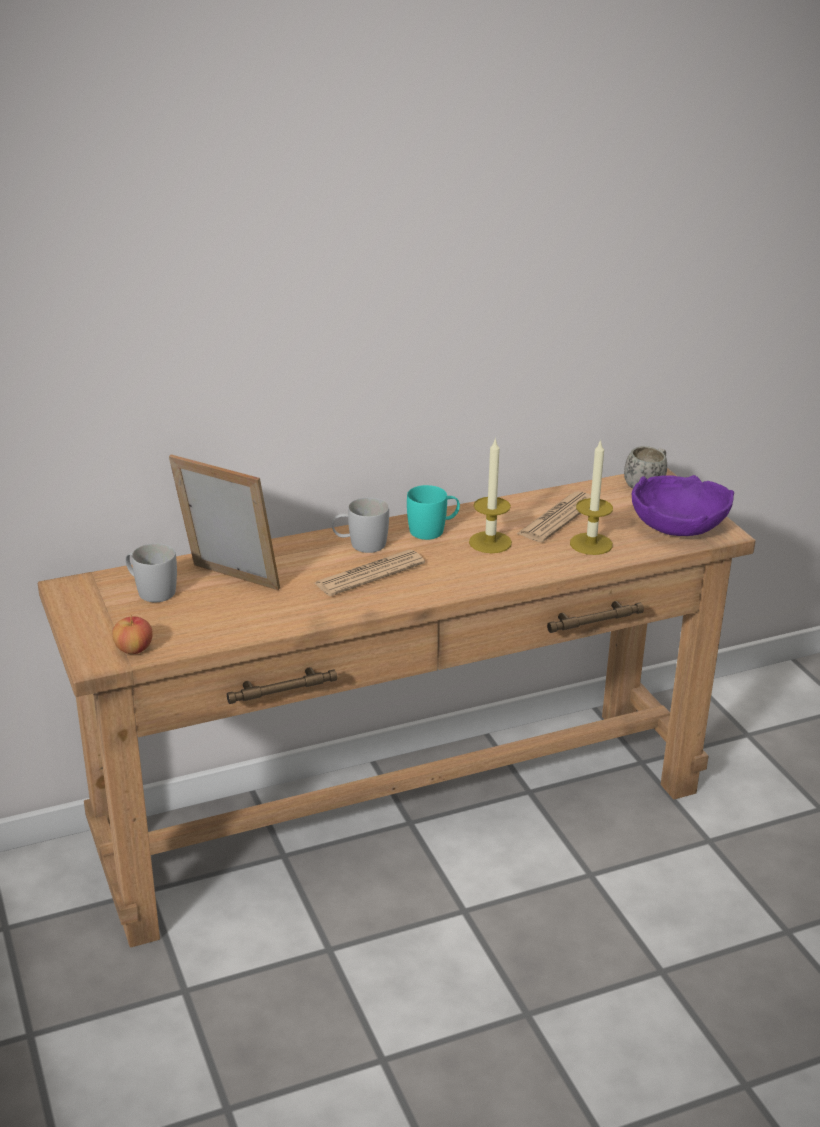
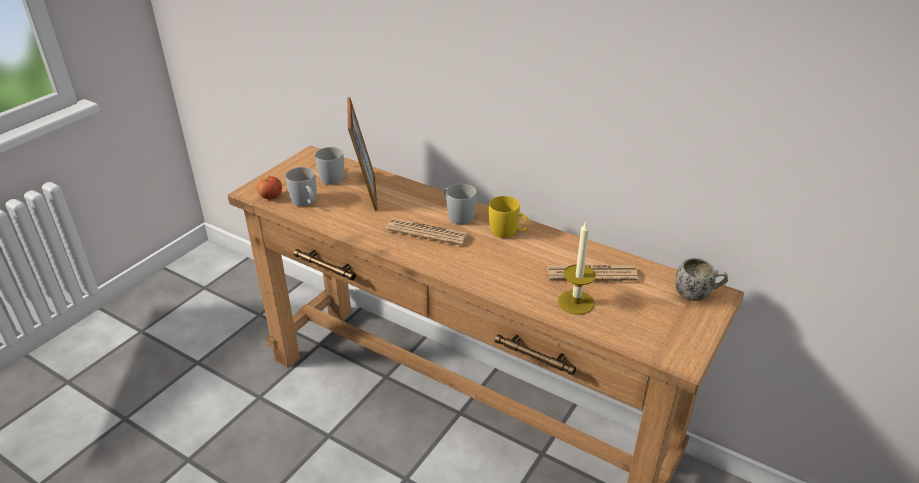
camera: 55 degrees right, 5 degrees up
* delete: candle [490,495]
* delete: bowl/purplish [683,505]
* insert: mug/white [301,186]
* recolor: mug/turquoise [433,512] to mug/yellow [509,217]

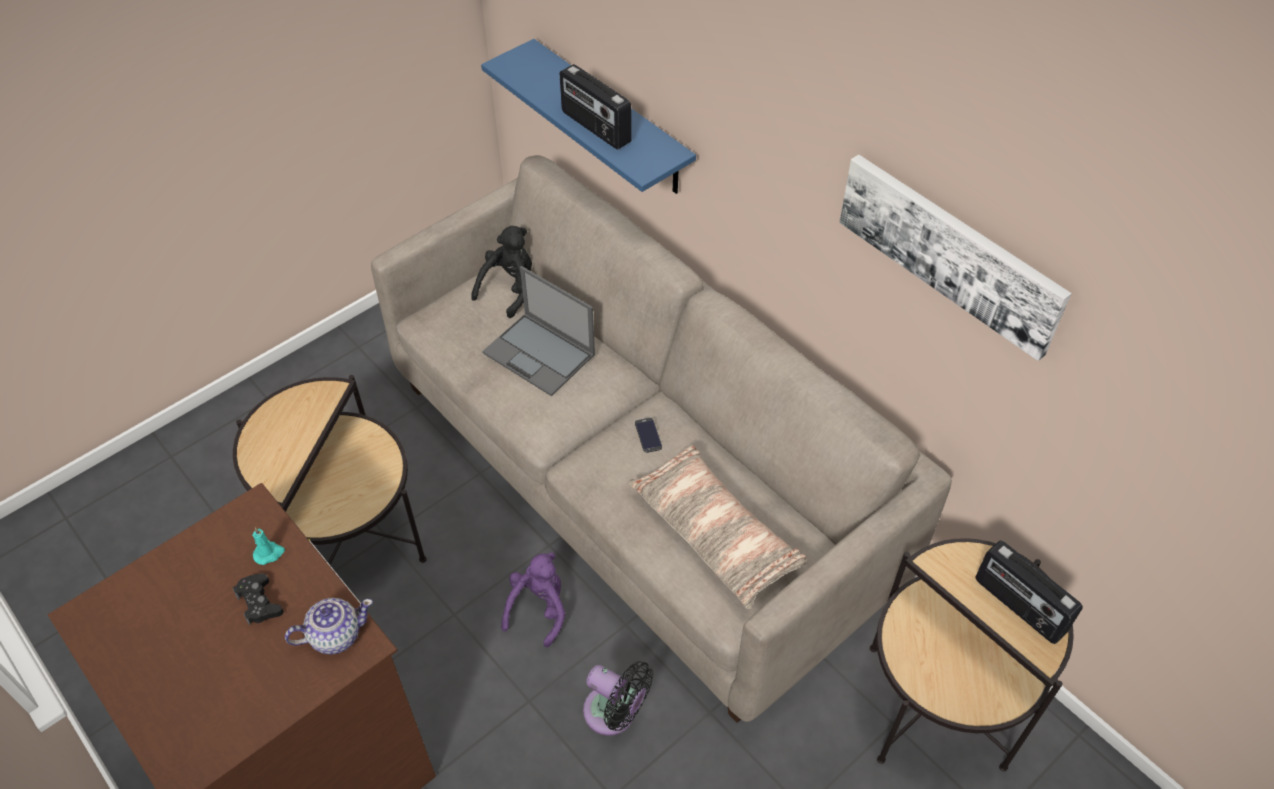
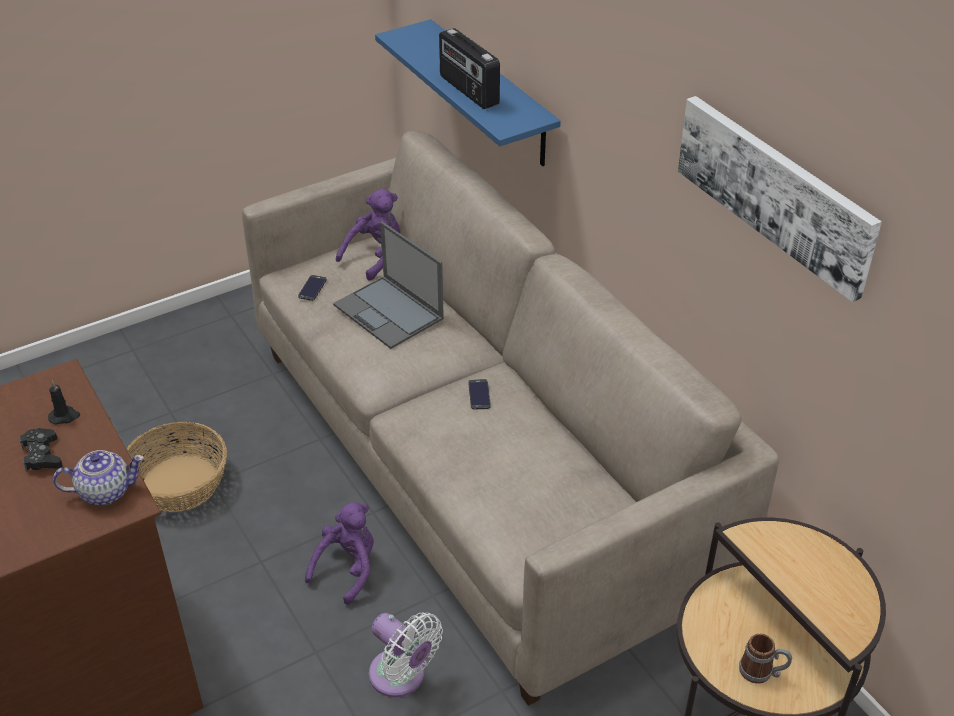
camera: 10 degrees right, 10 degrees down
* delete: cushion [717,527]
* delete: radio receiver [1029,592]
* insert: handset [312,288]
* insert: mug [765,659]
* replace: side table [330,469] to storage basket [177,467]
* recolor: candle/turquoise [268,546] to candle/black [64,402]
* recolor: plush toy/black [501,272] to plush toy/purplish [368,235]
* recolor: fan/black [618,698] to fan/white [406,655]

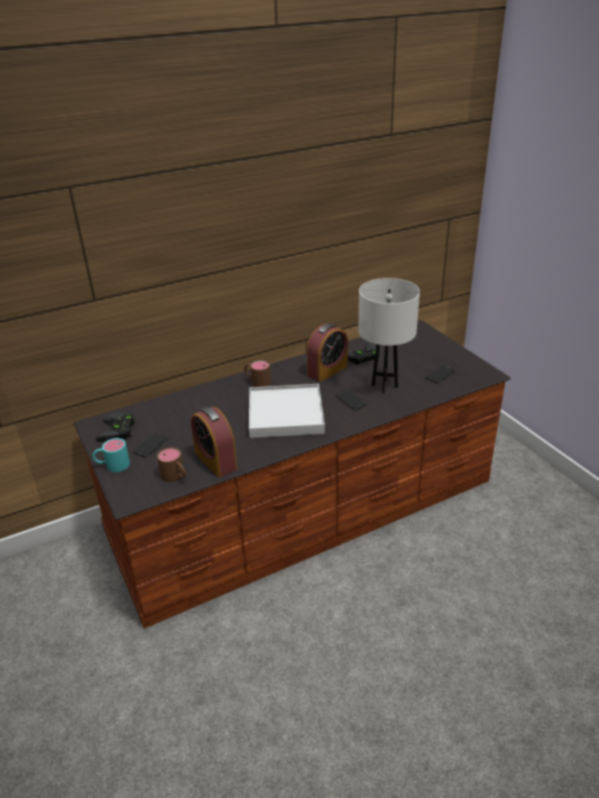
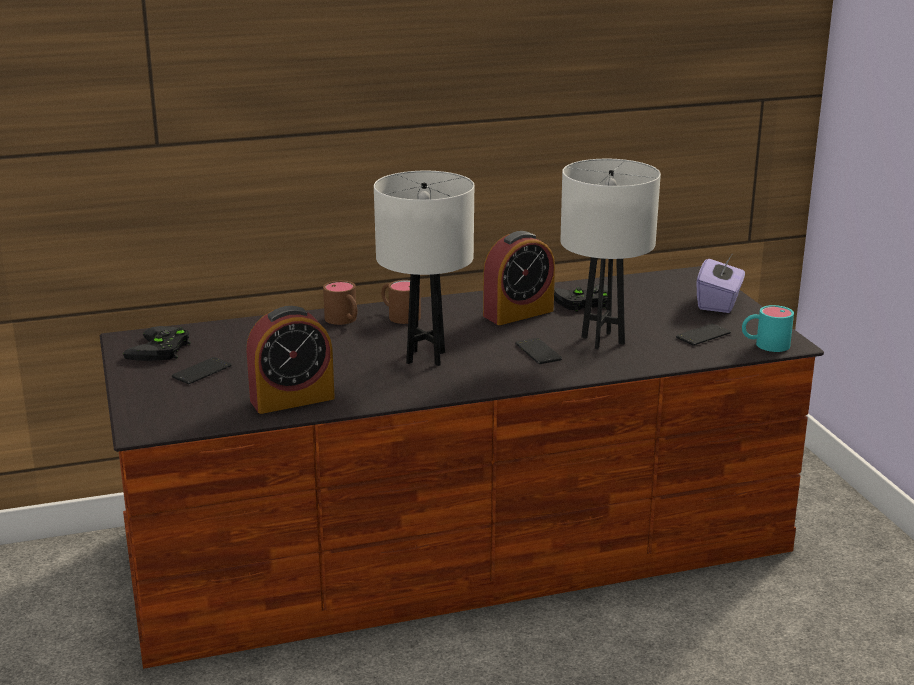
camera: 10 degrees right, 10 degrees down
* insert: tissue box/purplish [720,283]
* move: mug/turquoise [111,455] to [768,328]
* move: mug/brownish [171,464] to [340,303]
* replace: tray/white [287,411] to tabletop lamp/white [424,268]
* rotate: table clock [214,442] = [290,360] 90 degrees counterclockwise

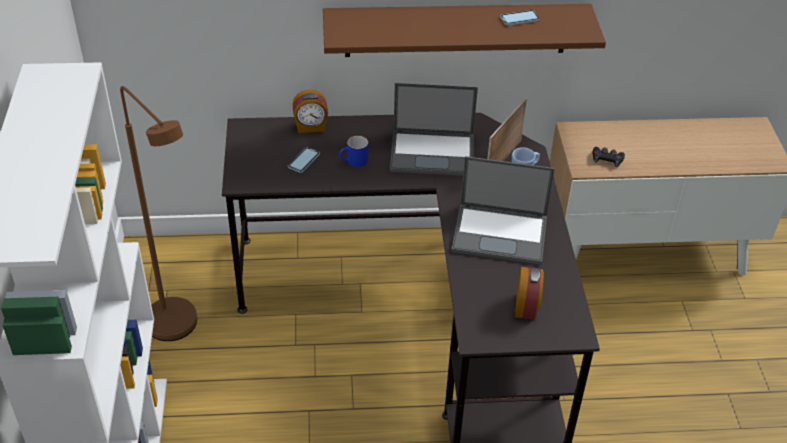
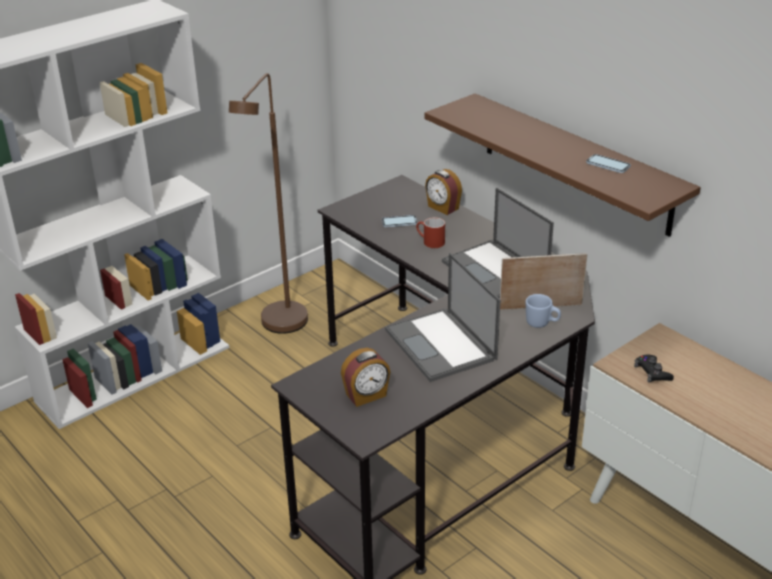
camera: 55 degrees right, 10 degrees down
* recolor: mug/bluish [353,151] to mug/red [430,232]

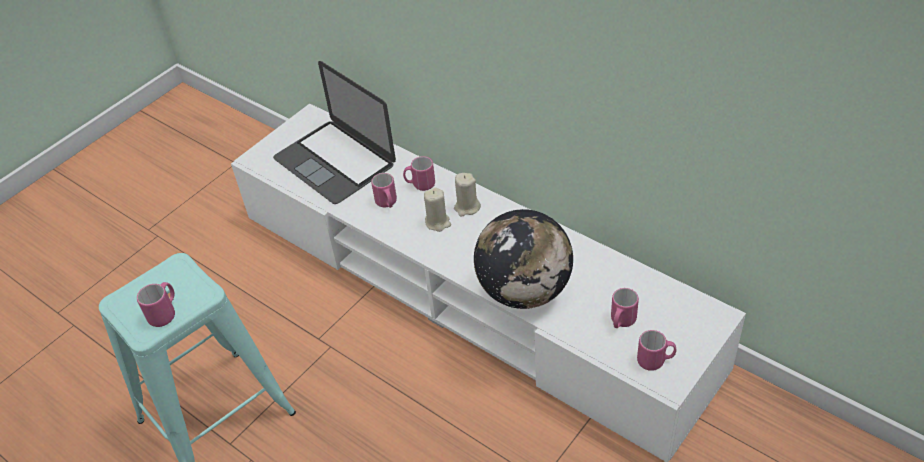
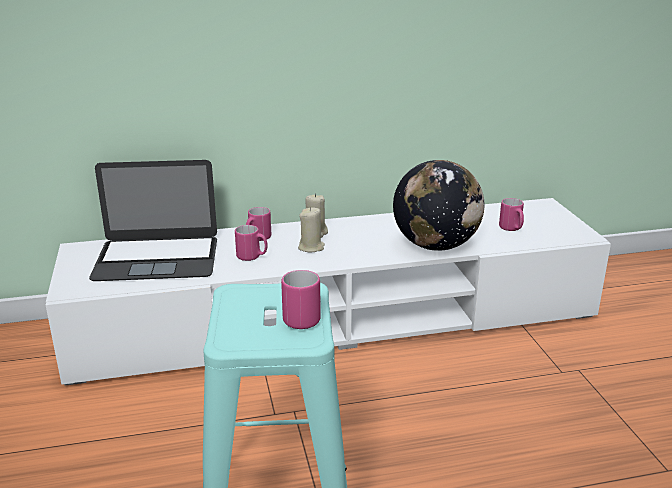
camera: 55 degrees left, 20 degrees down
* delete: mug/pinkish [656,350]

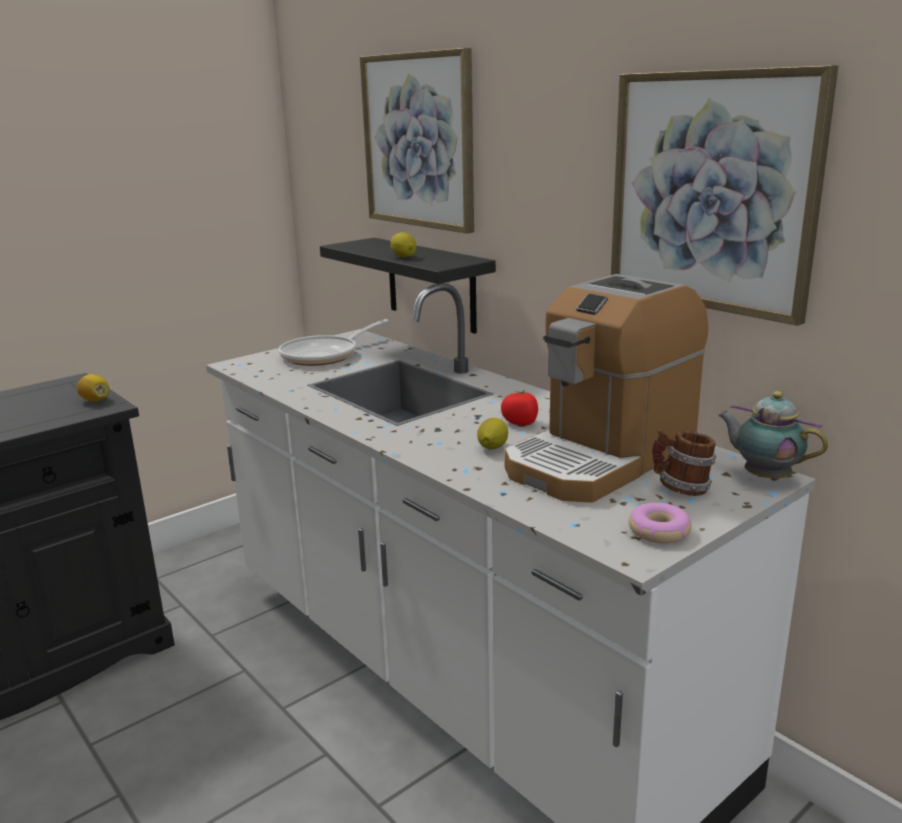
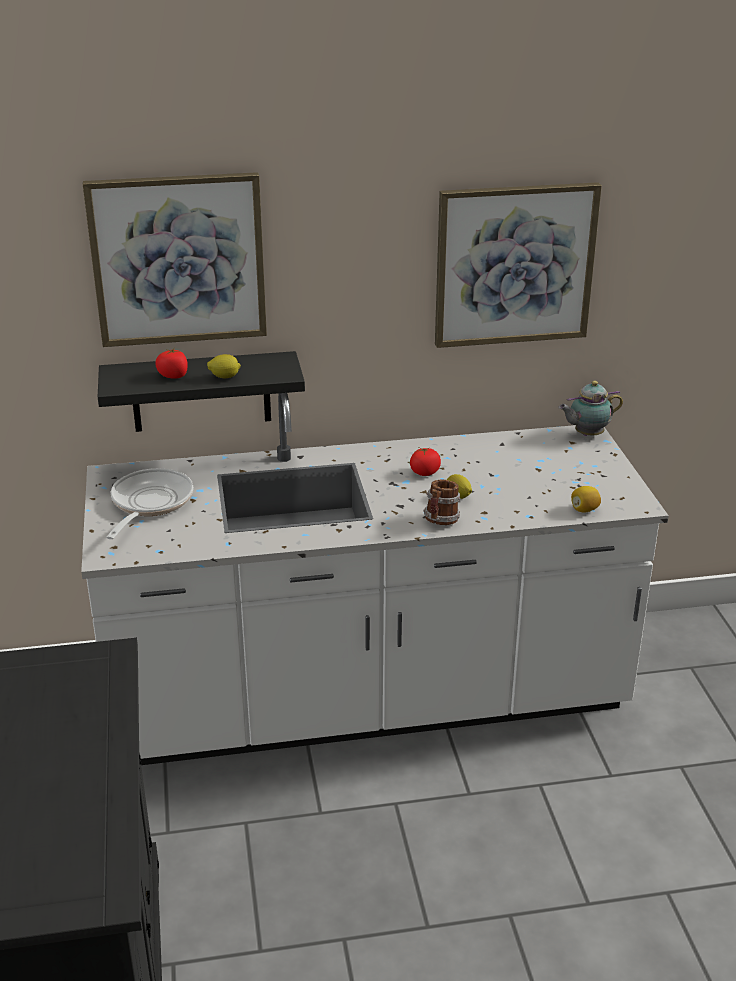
camera: 60 degrees left, 10 degrees up
* delete: coffee maker [606,388]
* delete: doughnut [660,523]
* insert: tomato [171,363]
* move: whole lemon [93,387] to [586,499]
* move: mug [684,462] to [441,502]
* rotate: frying pan [334,342] = [149,503] 150 degrees counterclockwise

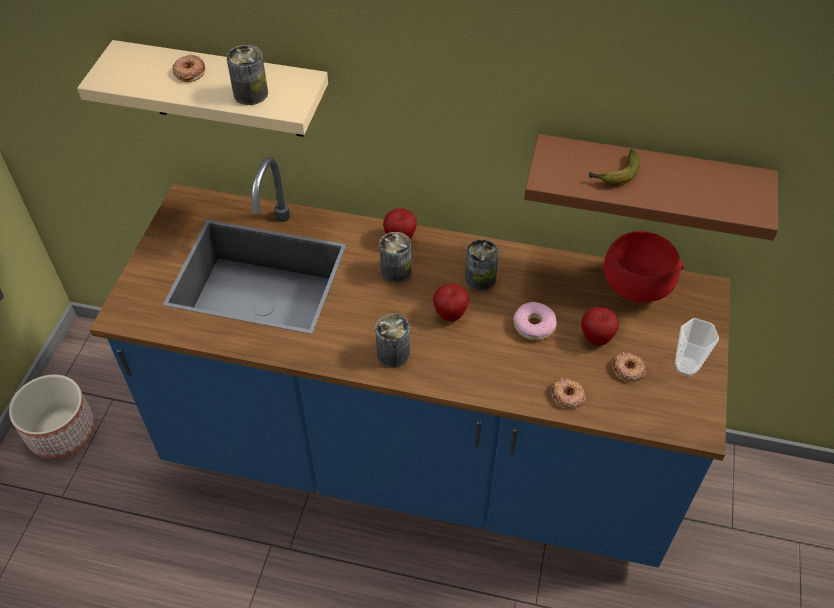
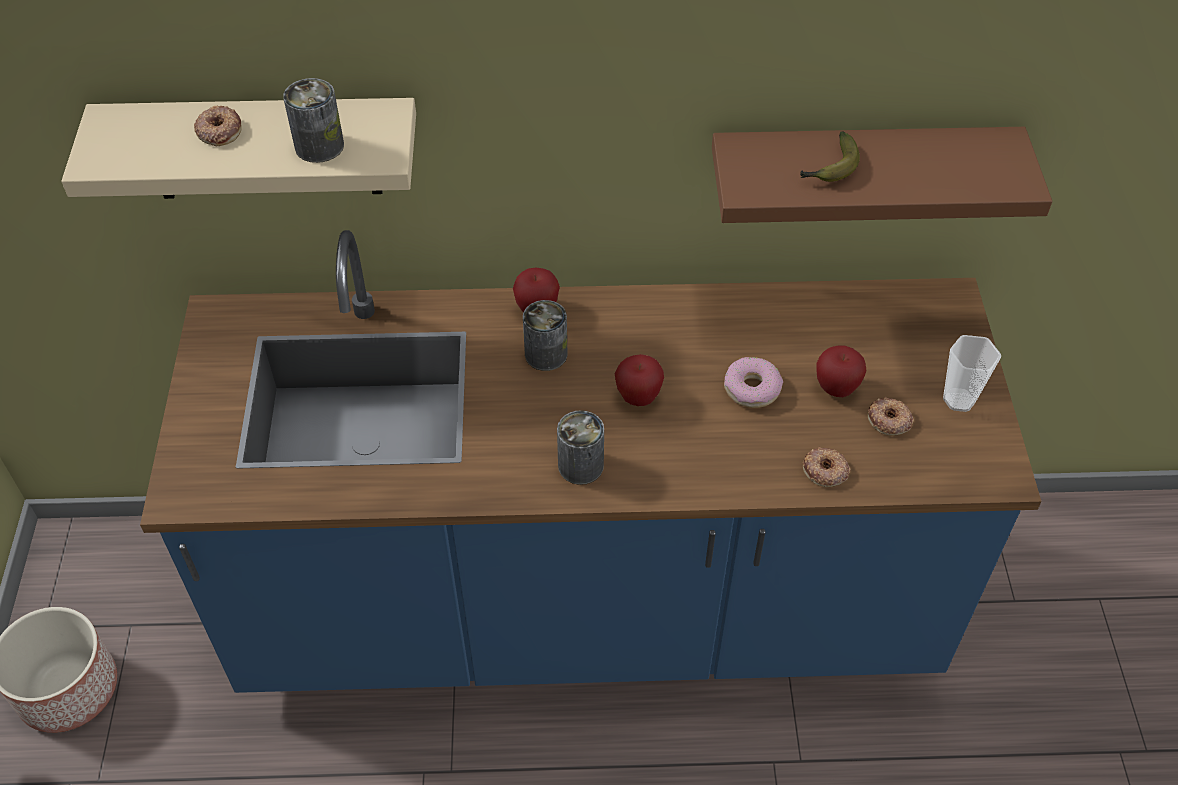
camera: 15 degrees left, 0 degrees up
* delete: metal can [482,265]
* delete: bowl/red [644,267]

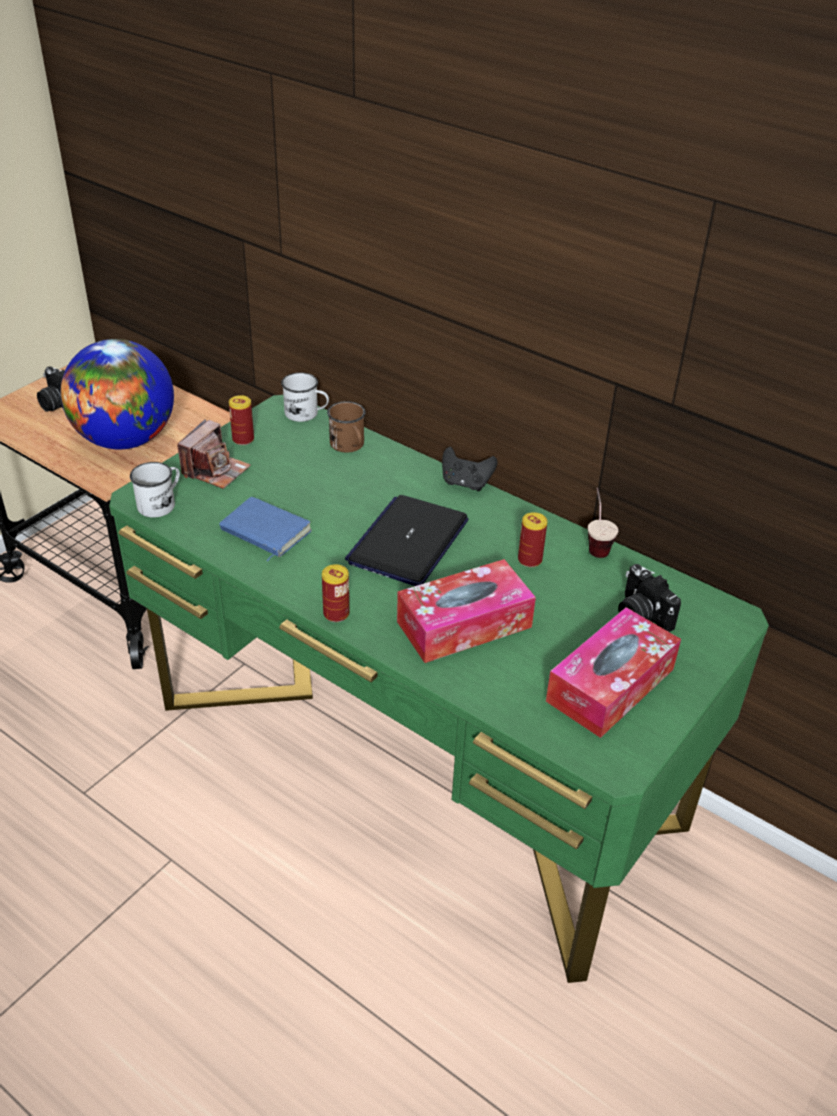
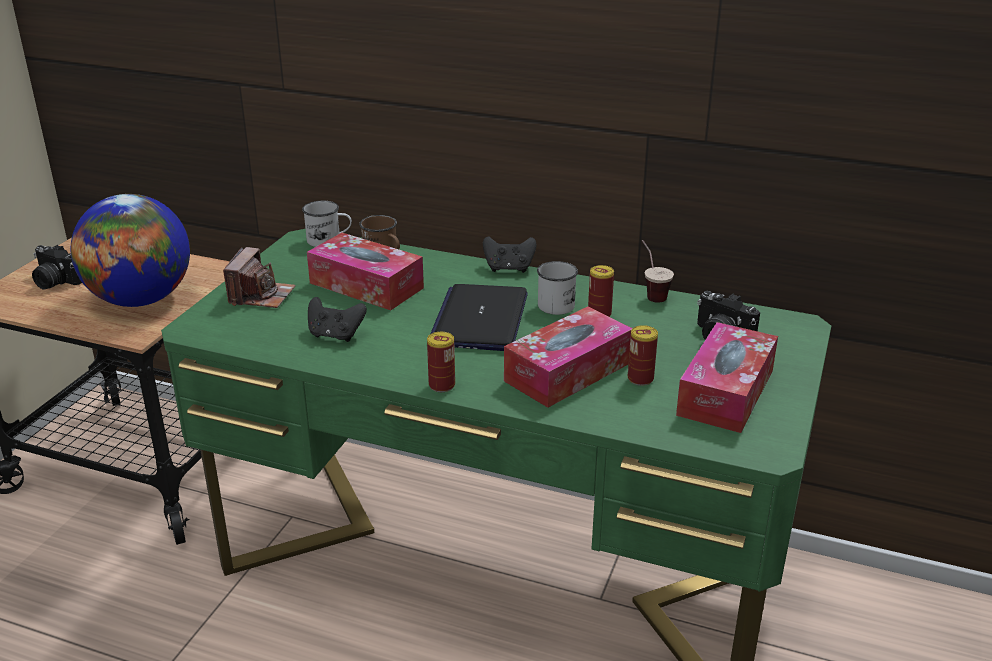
camera: 15 degrees left, 10 degrees down
* insert: tissue box [365,271]
* move: mug/white [155,490] to [557,288]
* move: metal can [241,420] to [643,355]
* replace: volume/bluish [265,529] to joypad/black [337,319]

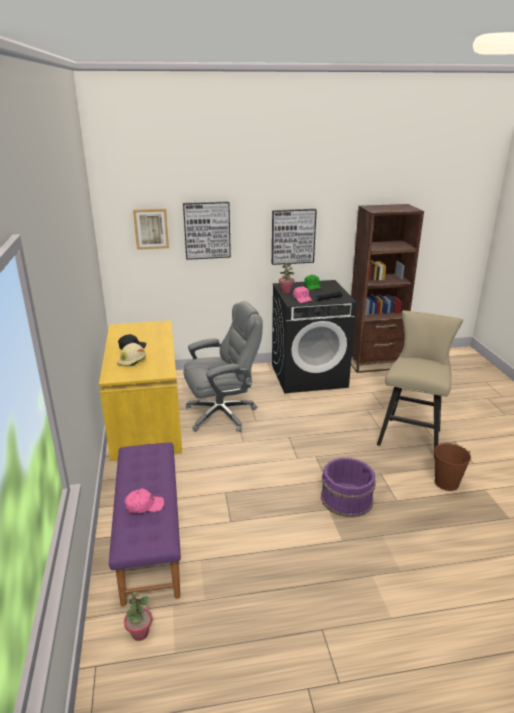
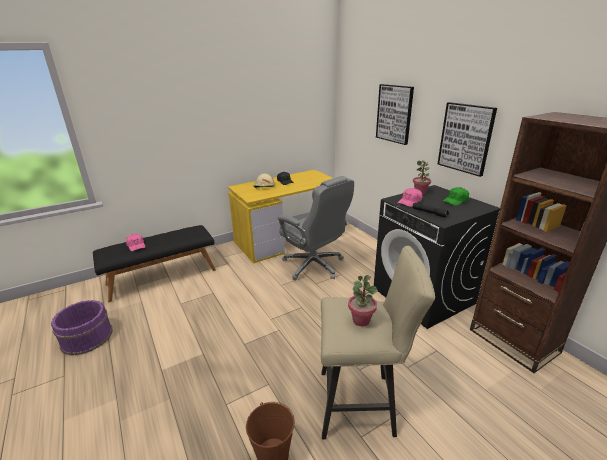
camera: 70 degrees right, 0 degrees up
* delete: wall art [151,229]
* move: plant in a pot [138,616] to [363,300]
* move: bucket/purplish [348,488] to [82,328]
* recolor: bench/purplish [145,525] to bench/black [154,263]

